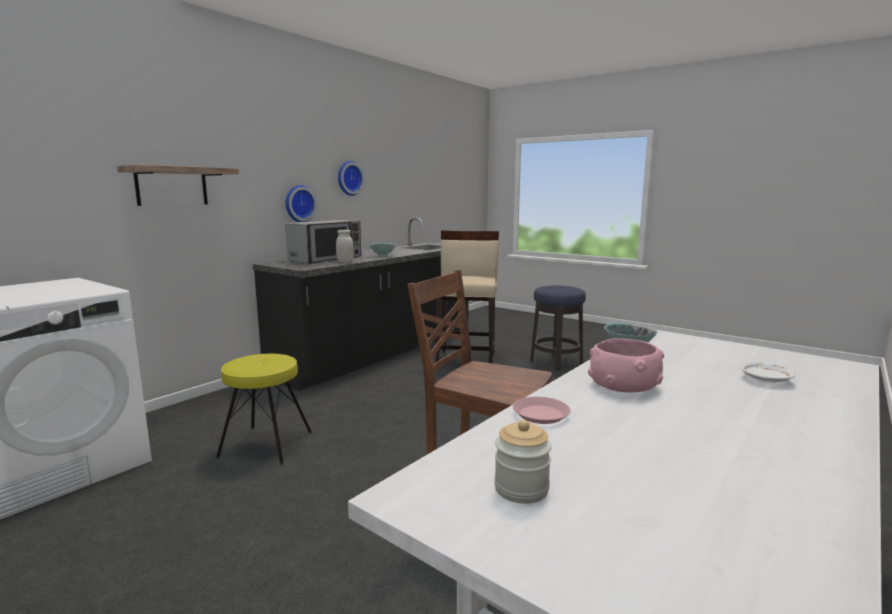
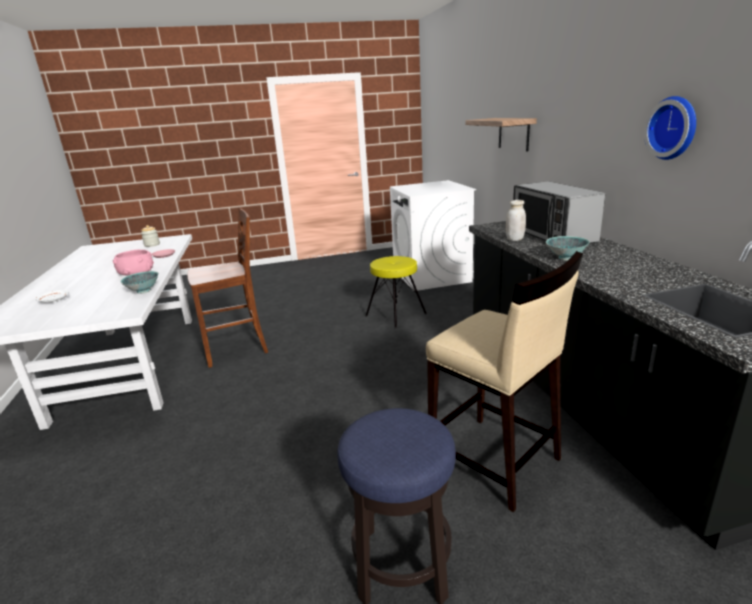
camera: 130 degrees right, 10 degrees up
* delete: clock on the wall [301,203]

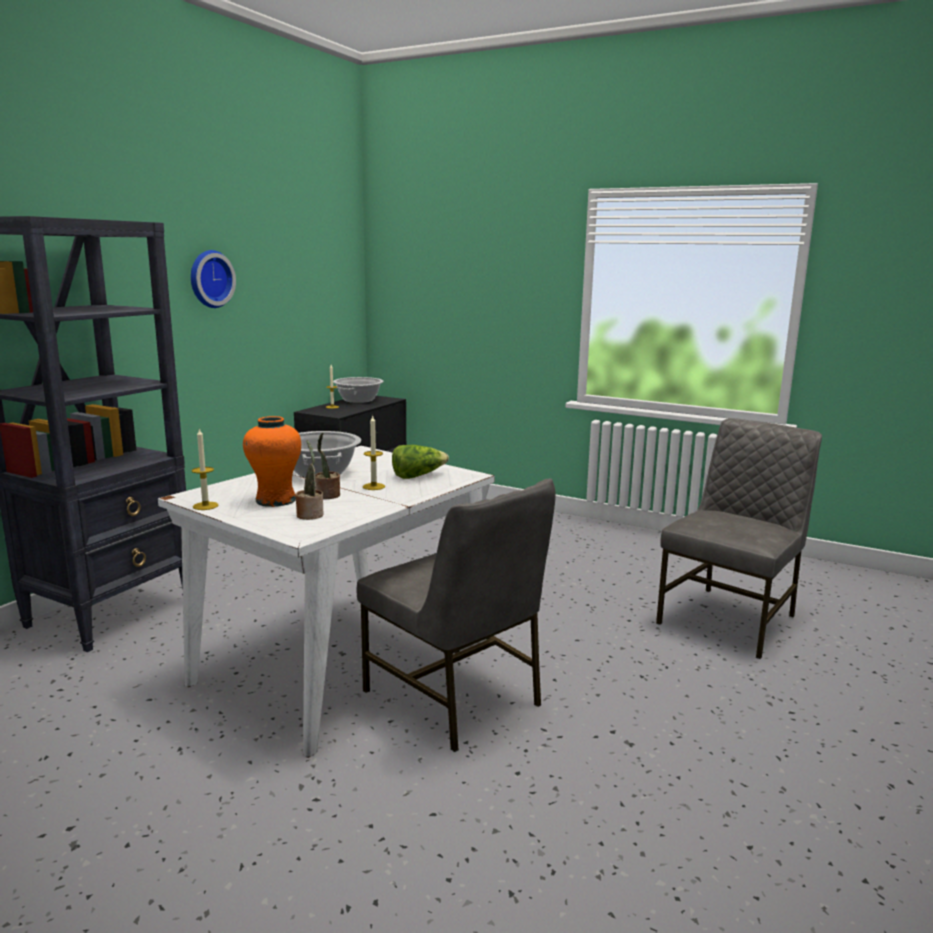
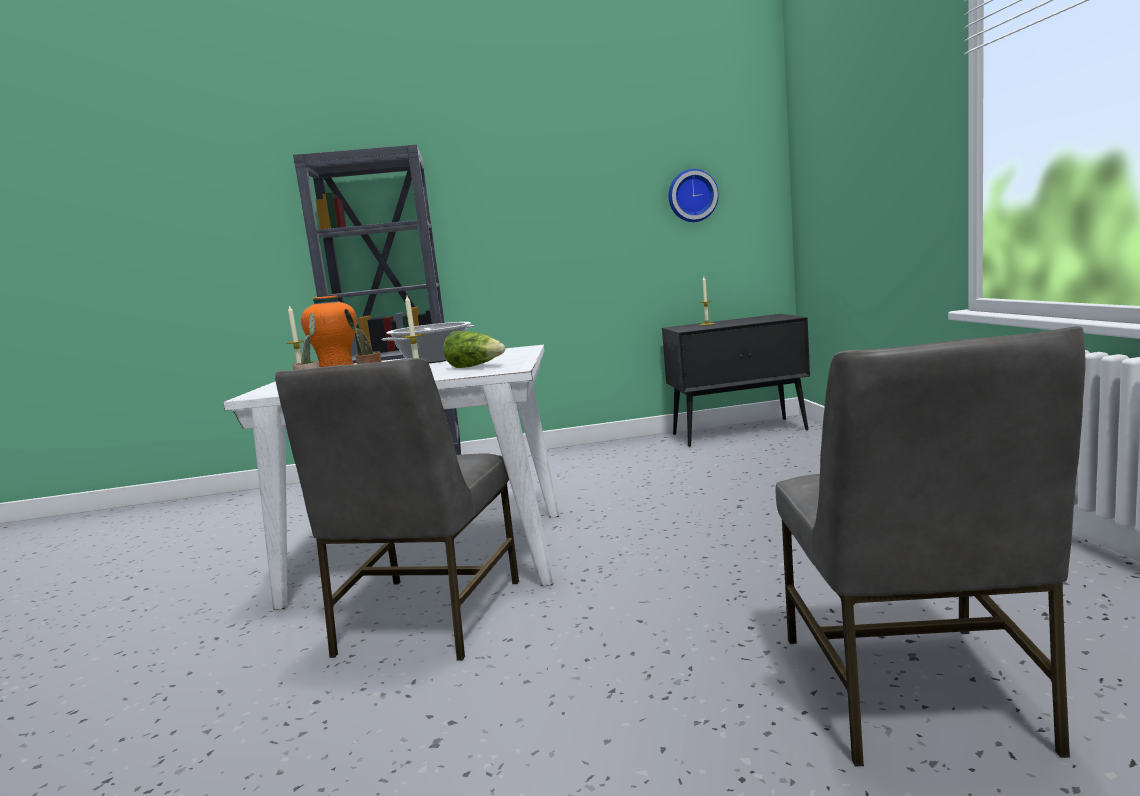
camera: 55 degrees right, 5 degrees down
* delete: stockpot [358,390]
* move: clock on the wall [213,279] to [694,195]
* rotate: chair/grey [739,538] = [931,546] 90 degrees clockwise

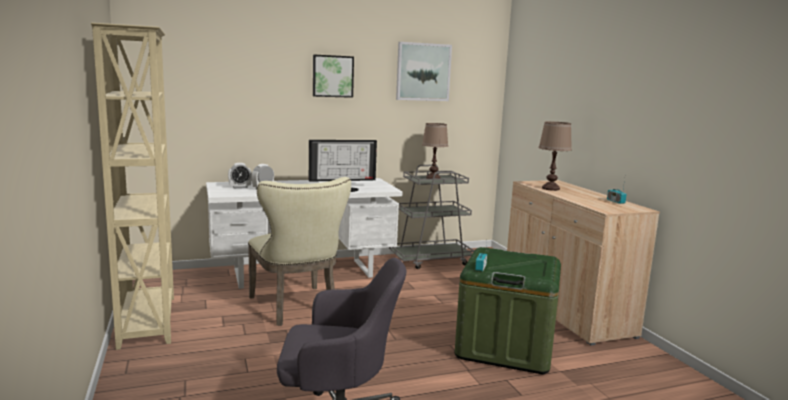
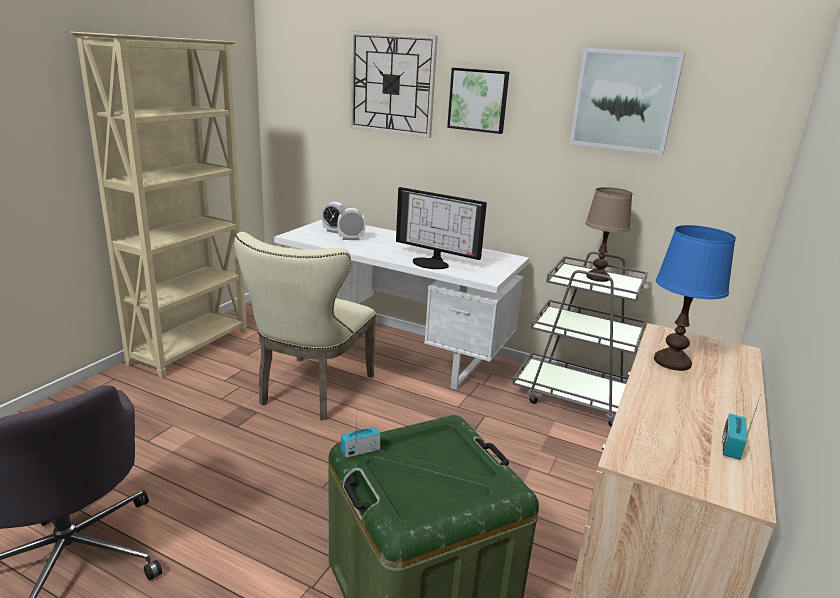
camera: 45 degrees right, 10 degrees up
* insert: clock on the wall [394,84]
* recolor: tabletop lamp/brownish [555,156] to tabletop lamp/bluish [695,298]

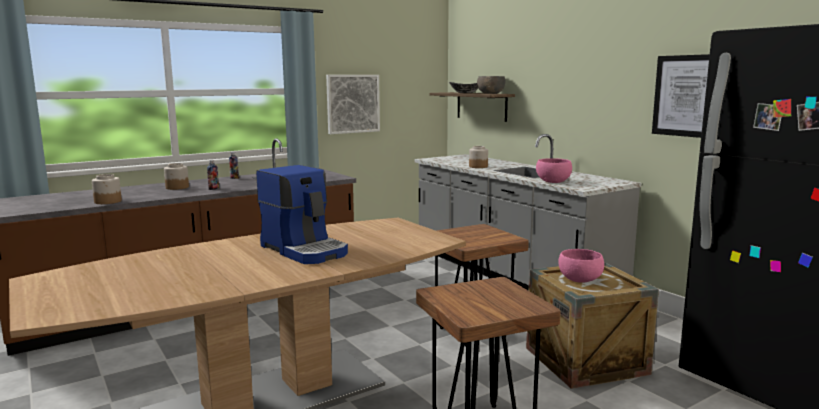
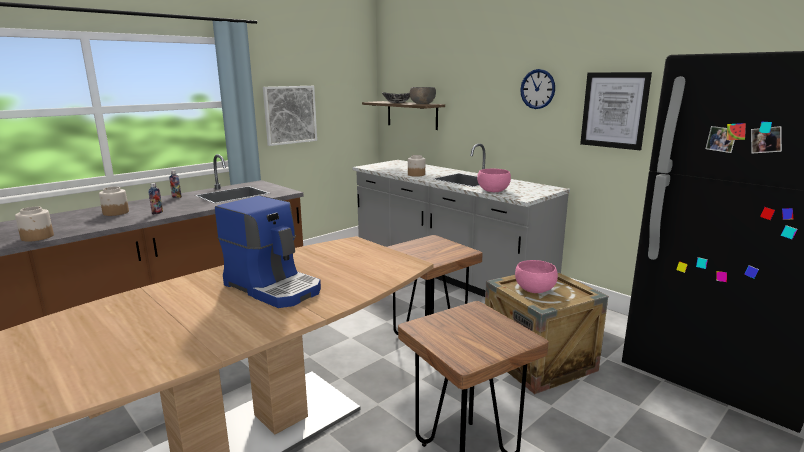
camera: 10 degrees left, 5 degrees up
* insert: clock on the wall [537,89]

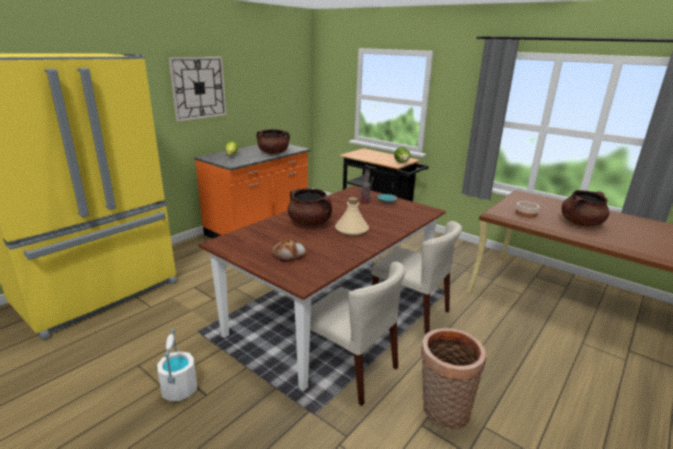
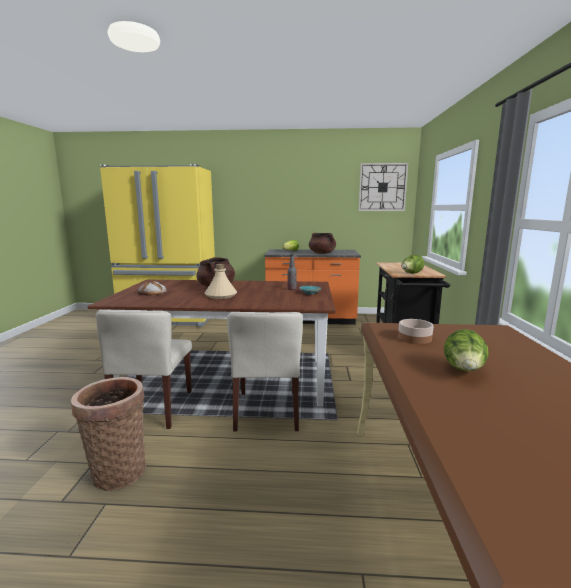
camera: 55 degrees right, 10 degrees down
* delete: bucket/white [177,365]
* move: clock on the wall [197,89] to [383,187]
* replace: stockpot/brownish [585,208] to lettuce head [466,350]

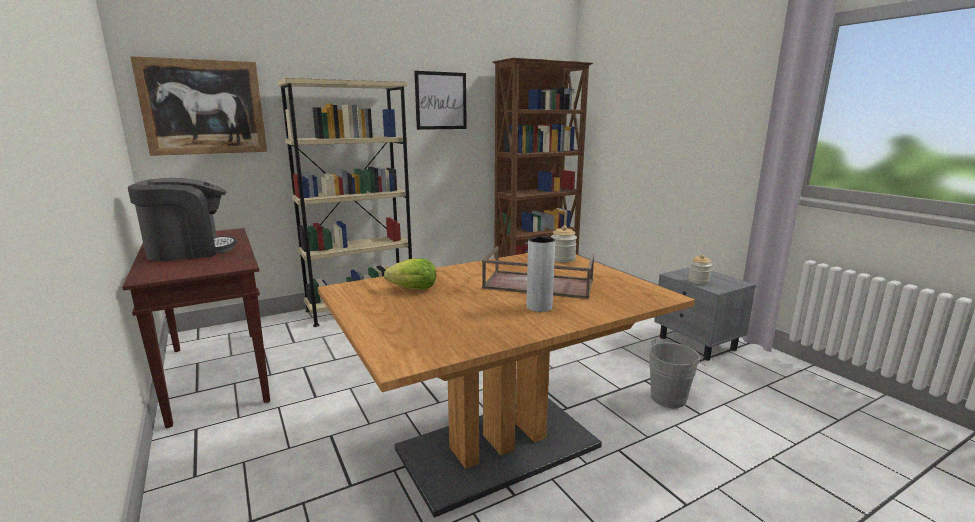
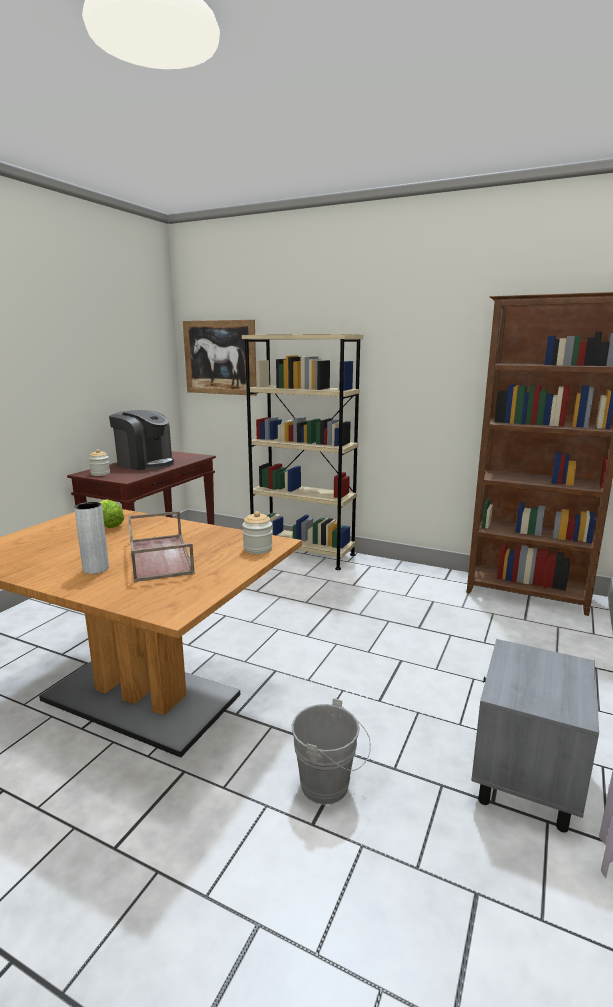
camera: 55 degrees right, 0 degrees up
* delete: wall art [440,100]
* move: storage jar [700,269] to [99,462]

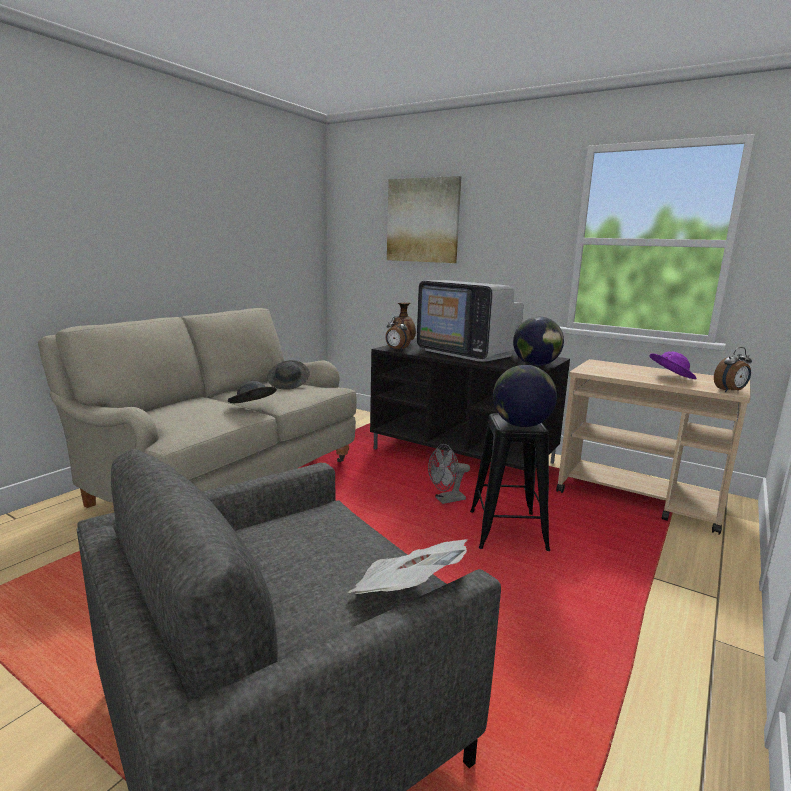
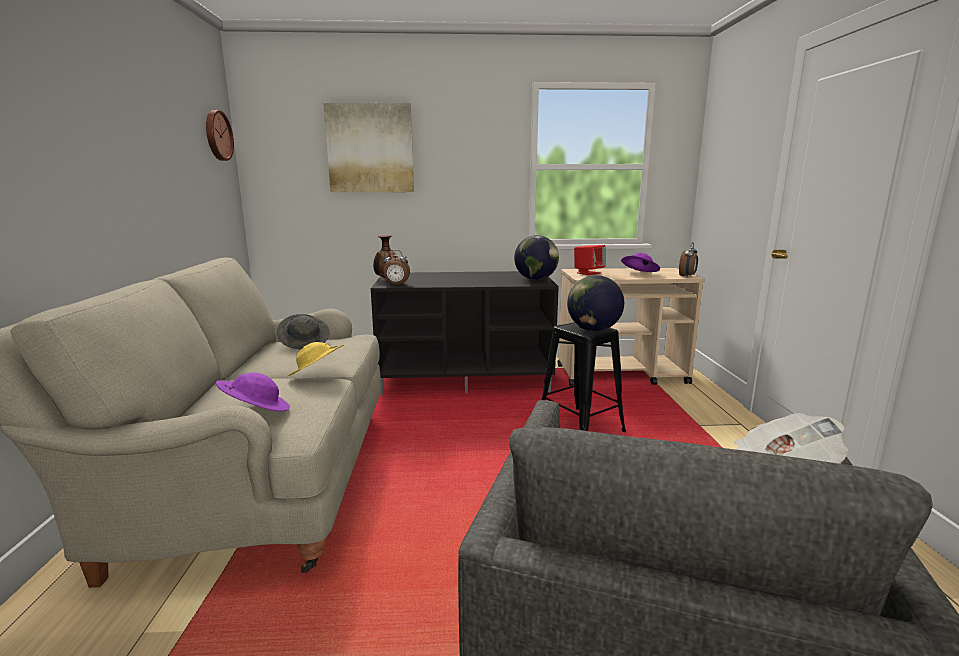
camera: 35 degrees left, 0 degrees up
* delete: TV [470,321]
* delete: fan/grey [449,474]
* insert: clock on the wall [220,135]
* insert: hat/purplish [253,392]
* insert: loudspeaker/red [589,260]
* recolor: hat/grey [252,392] to hat/yellow [316,359]

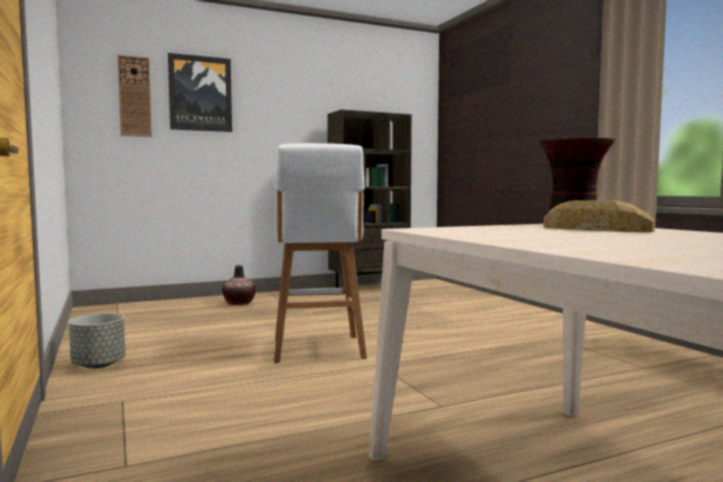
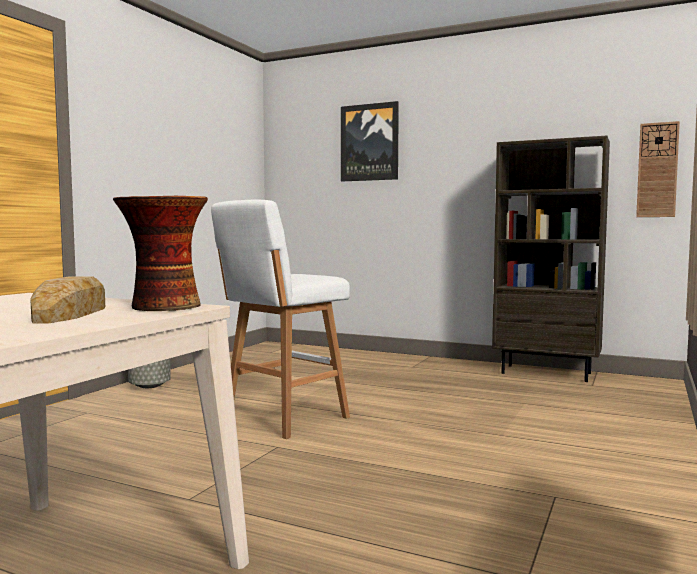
camera: 50 degrees right, 0 degrees up
* delete: vase [239,285]
* move: clock on the wall [134,96] to [658,169]

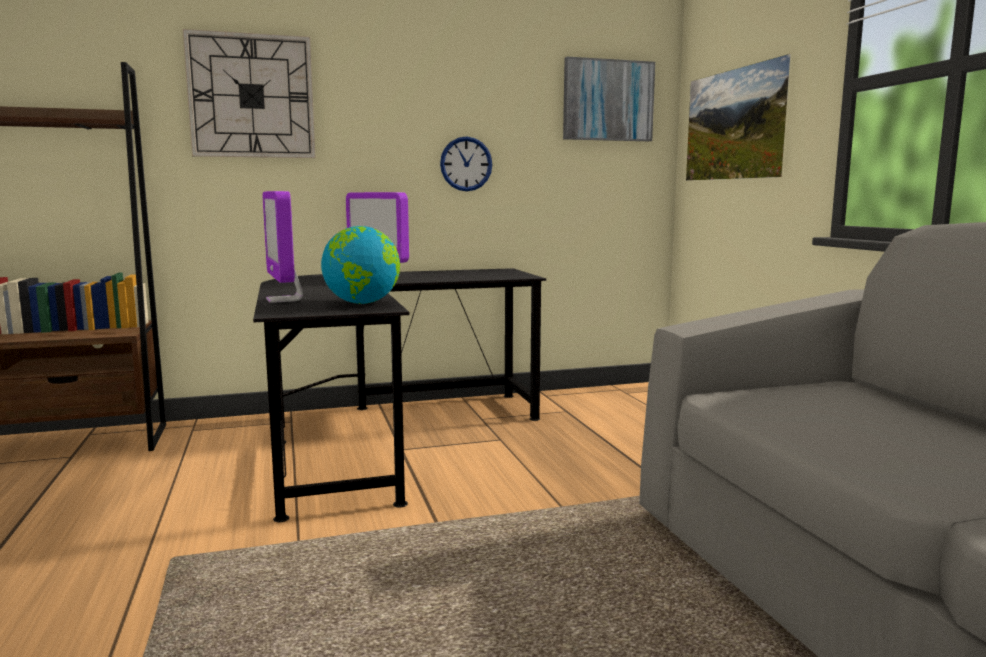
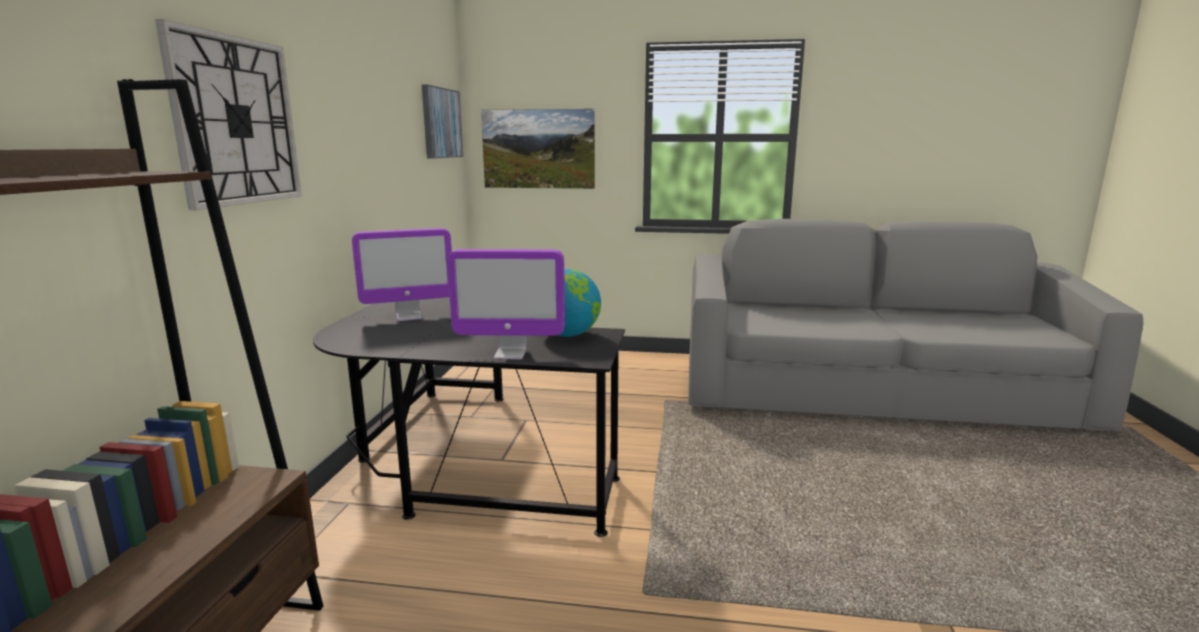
camera: 65 degrees left, 5 degrees up
* delete: clock on the wall [466,163]

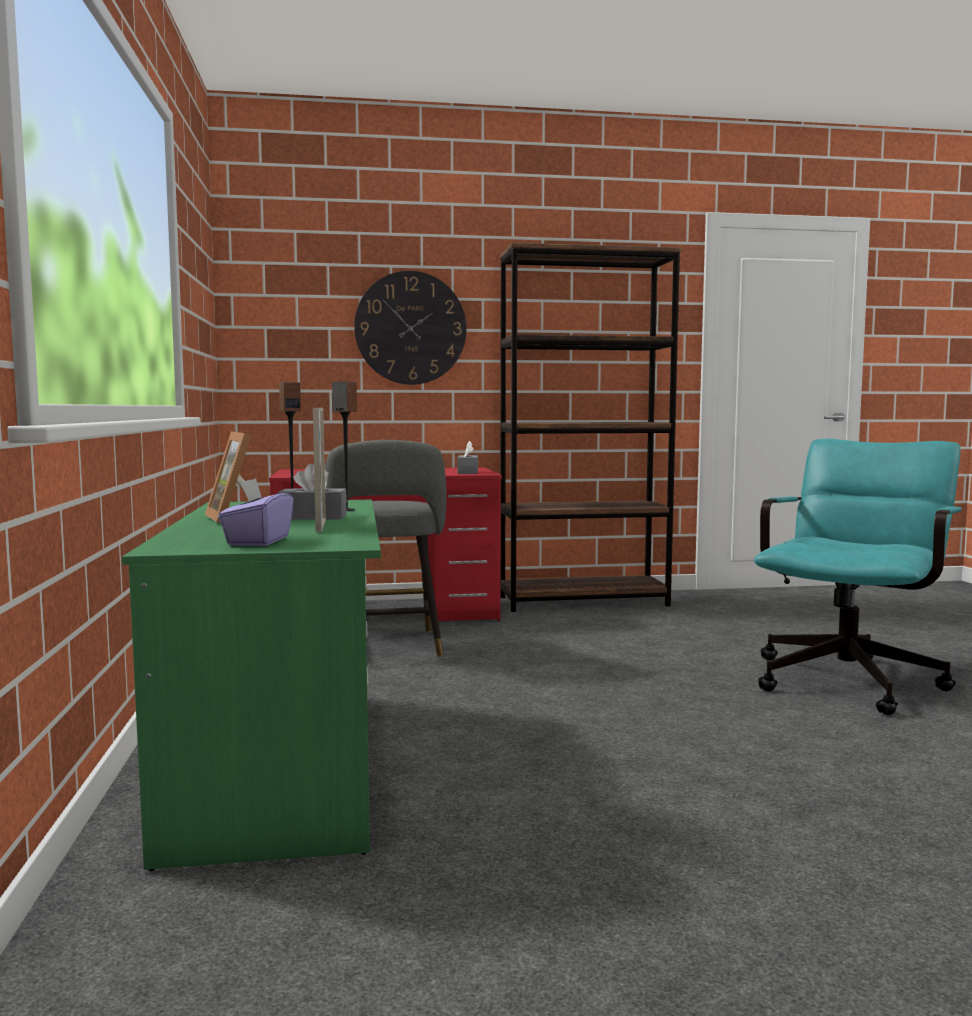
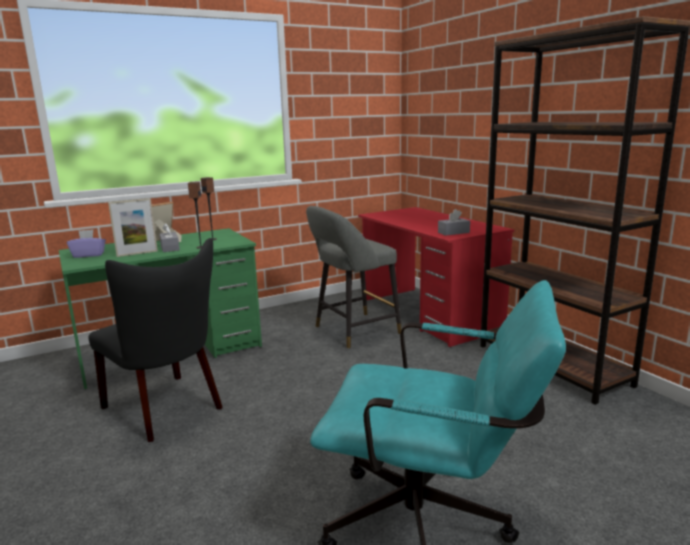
camera: 70 degrees right, 10 degrees up
* delete: clock on the wall [410,328]
* insert: chair/black [155,340]

